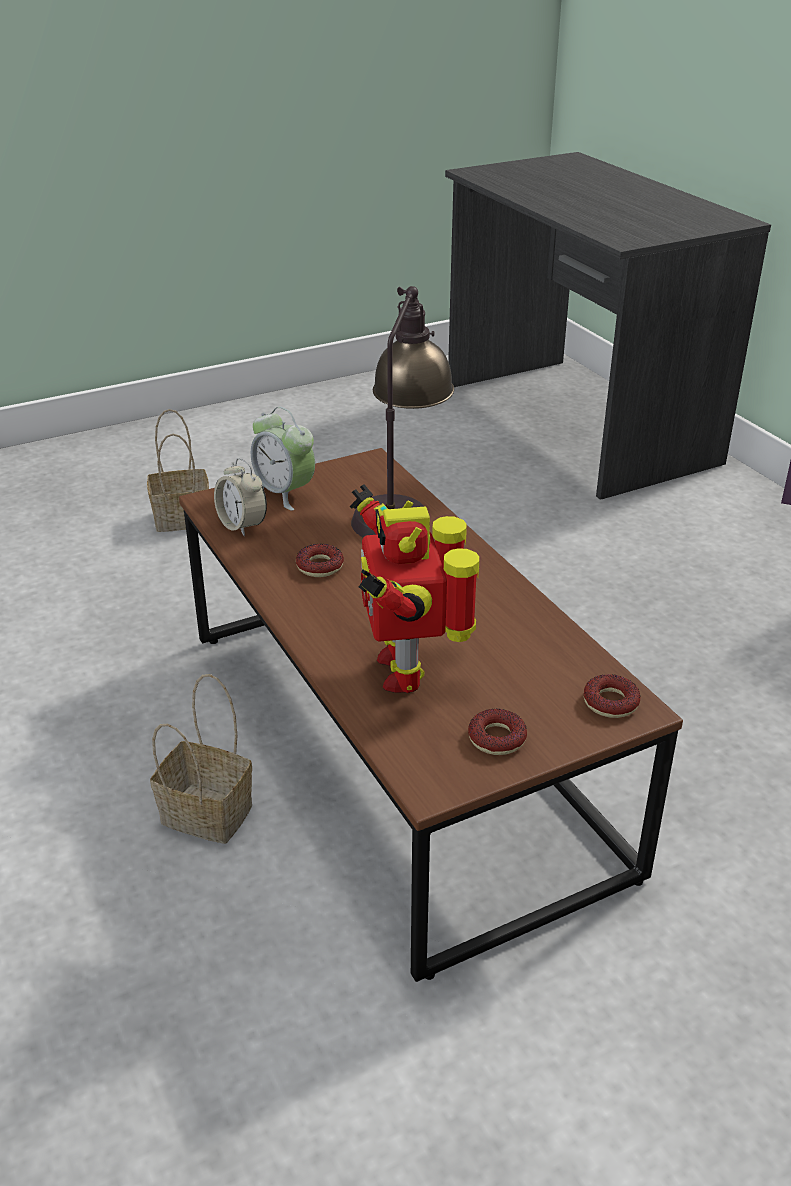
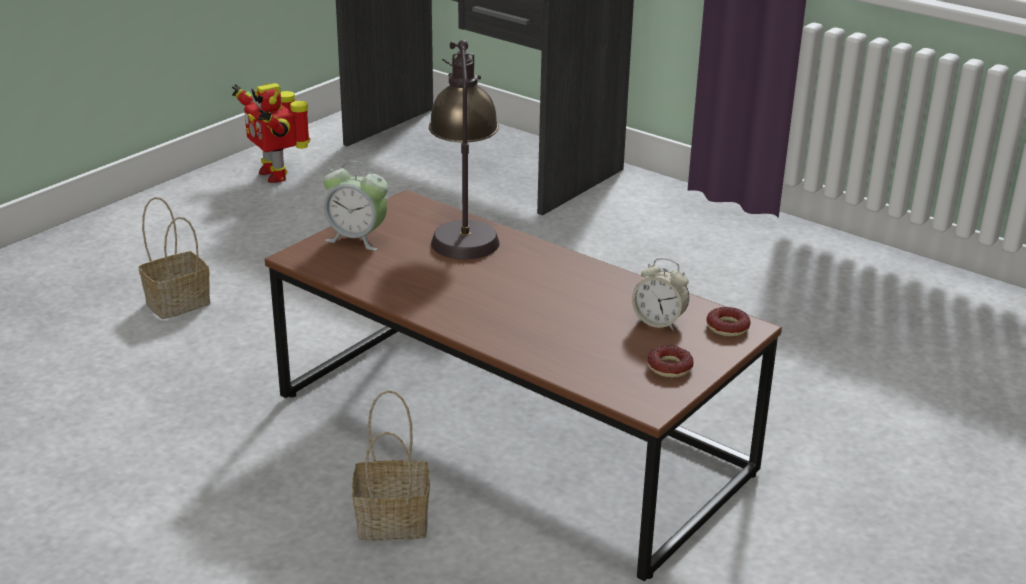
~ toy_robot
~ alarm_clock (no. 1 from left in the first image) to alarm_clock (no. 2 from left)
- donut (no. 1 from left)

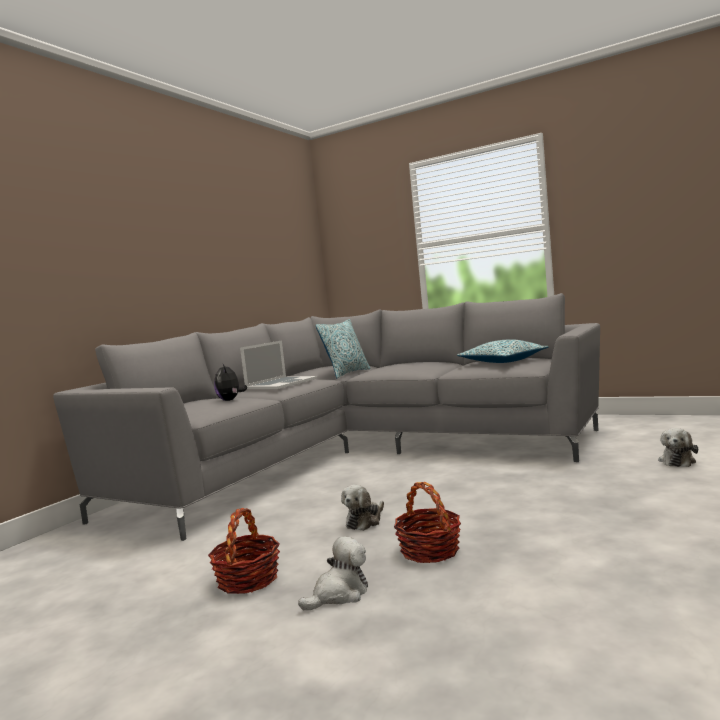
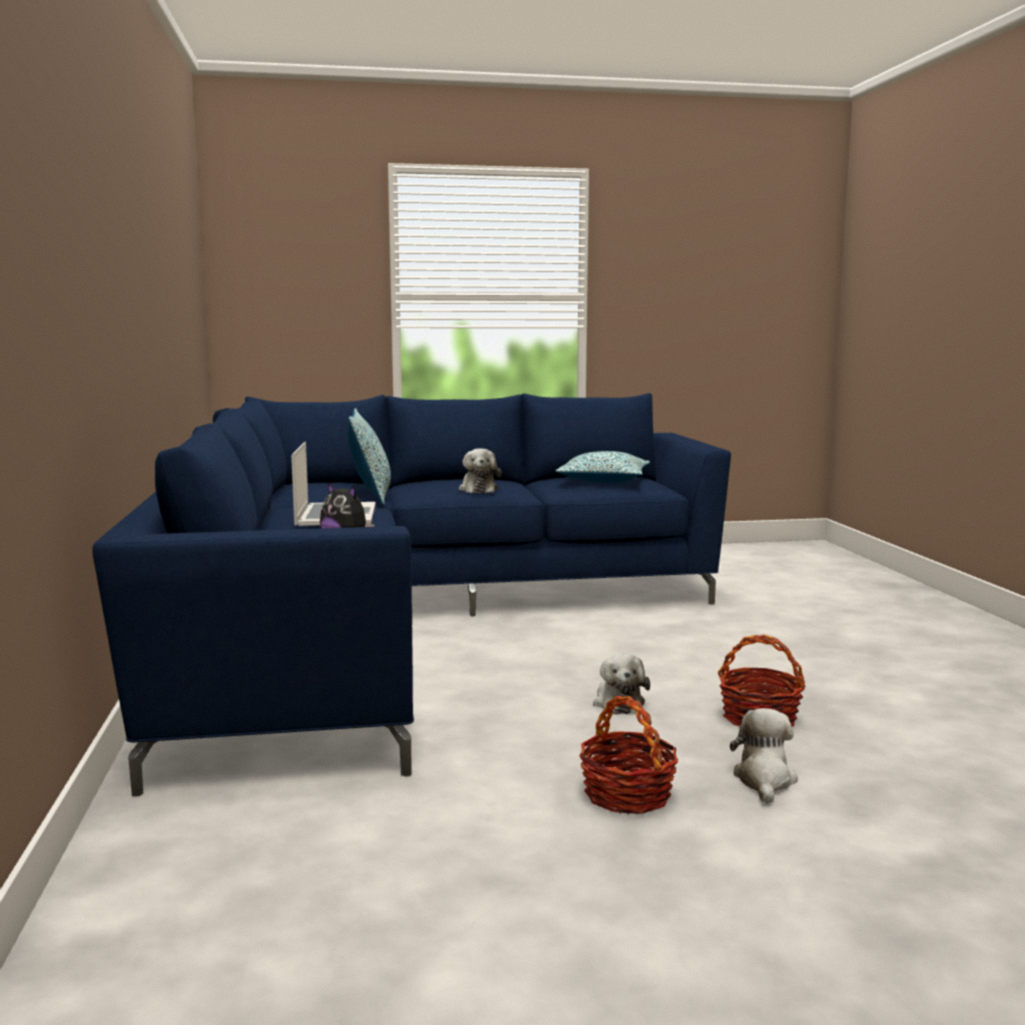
~ grey_sofa to blue_sofa
~ plush_toy (no. 4 from left in the first image) to plush_toy (no. 2 from left)

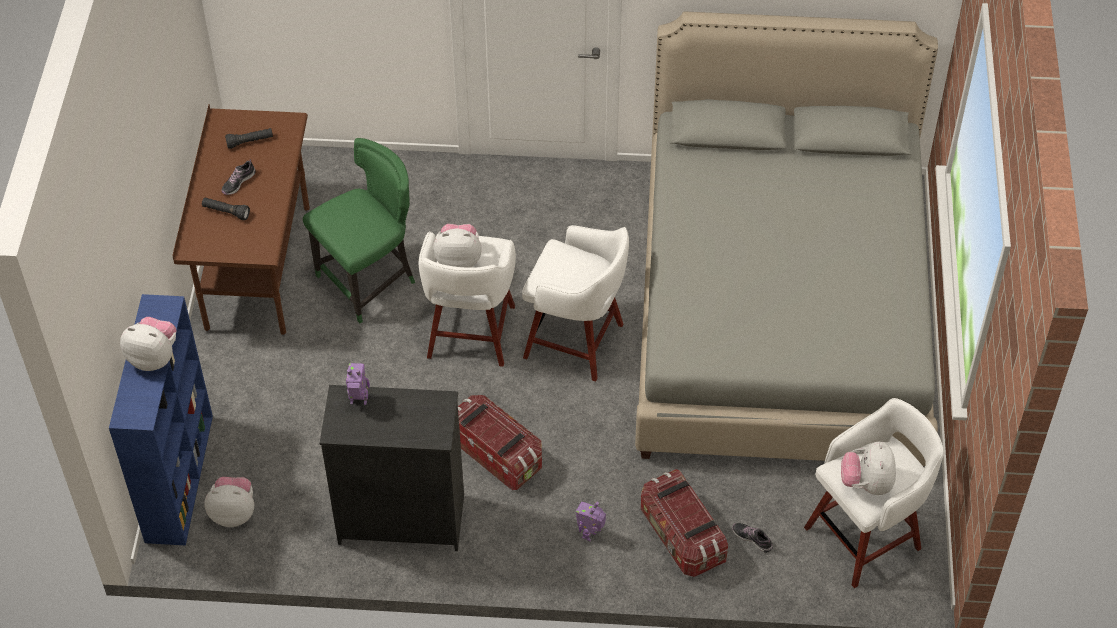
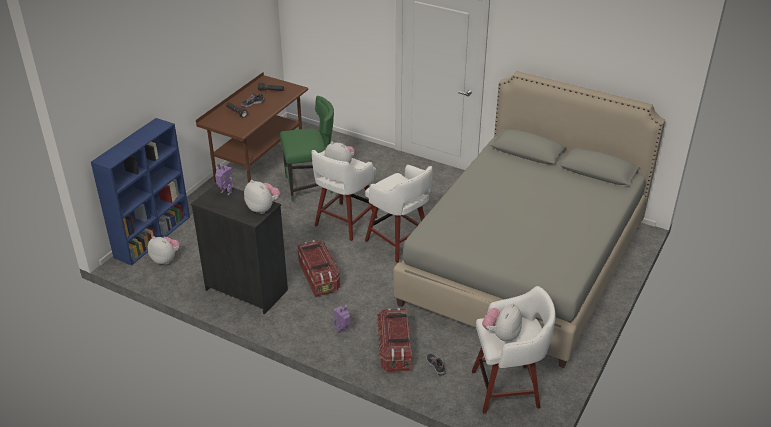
~ plush_toy (no. 1 from left in the first image) to plush_toy (no. 2 from left)

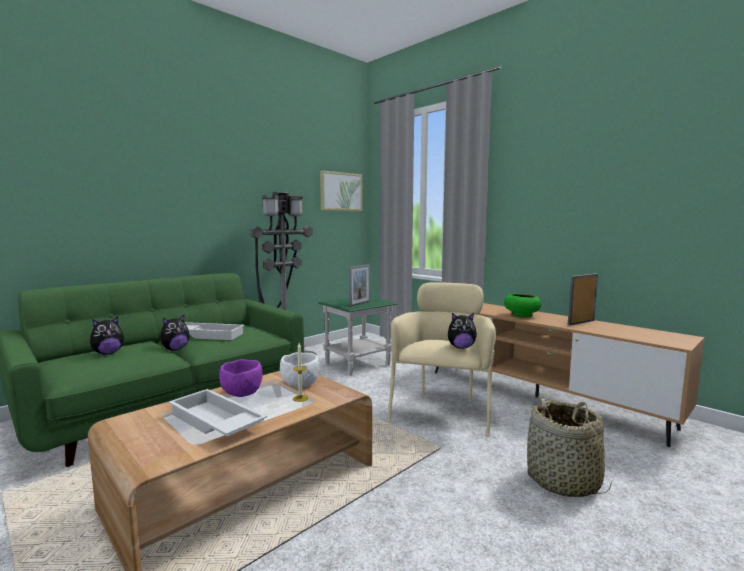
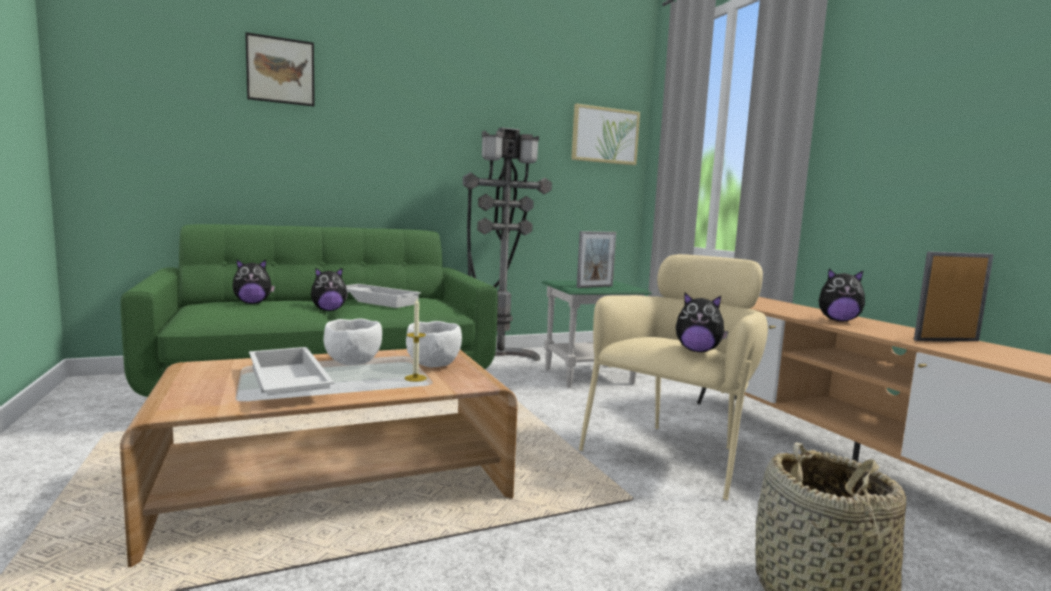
+ picture (no. 1 from left)
~ purple_bowl to white_bowl (no. 1 from left)
~ green_bowl to plush_toy (no. 4 from left)

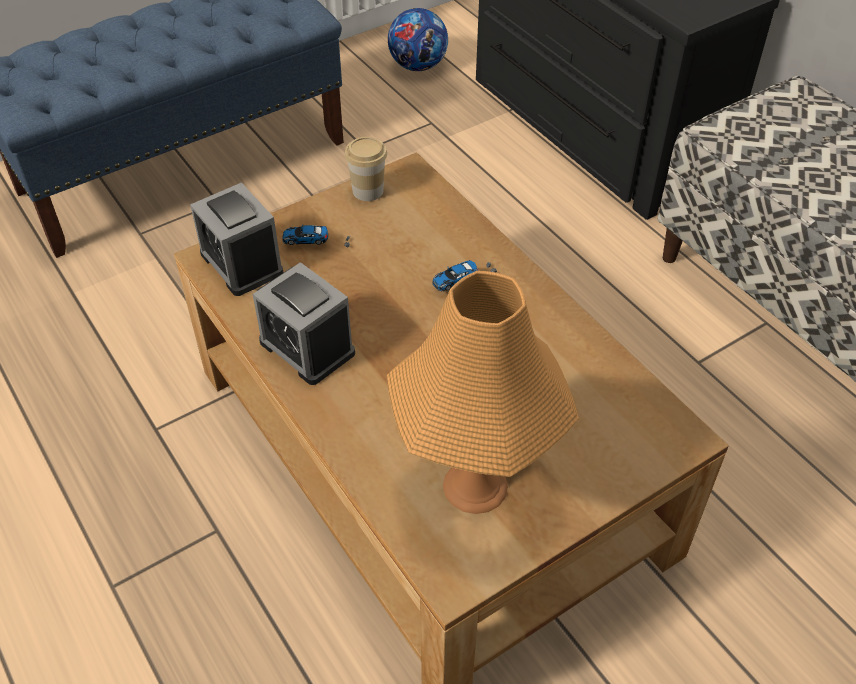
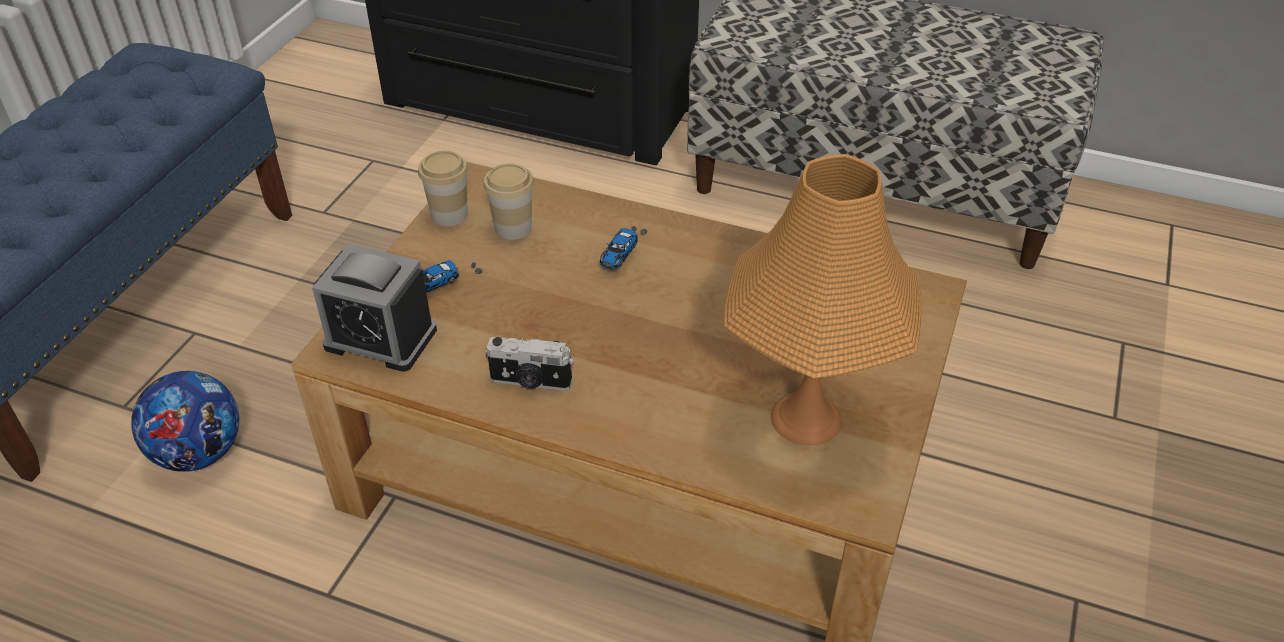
~ football
+ cup (no. 2 from left)
~ alarm_clock (no. 2 from left) to photo_camera

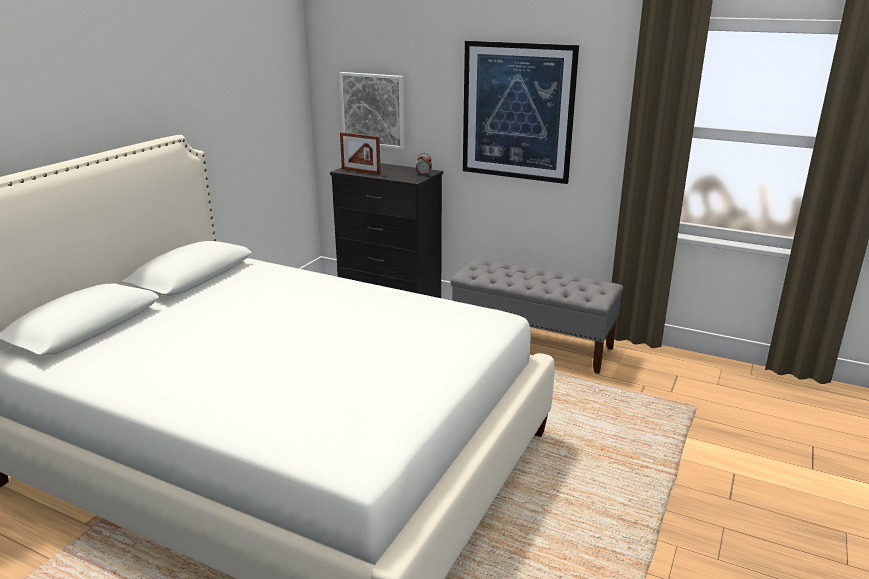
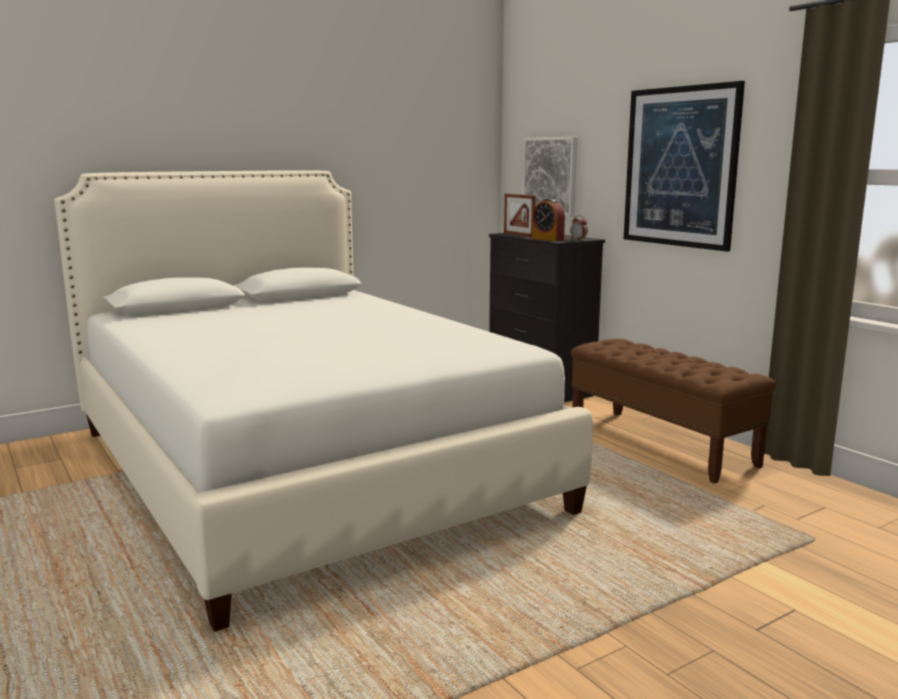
+ alarm_clock (no. 1 from left)
~ grey_bench to brown_bench

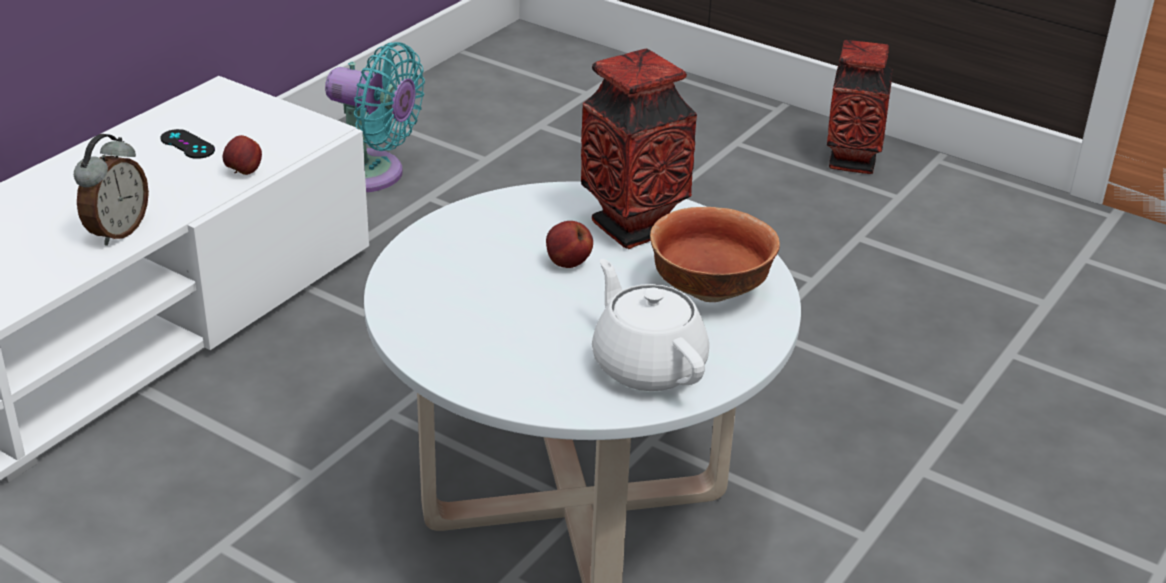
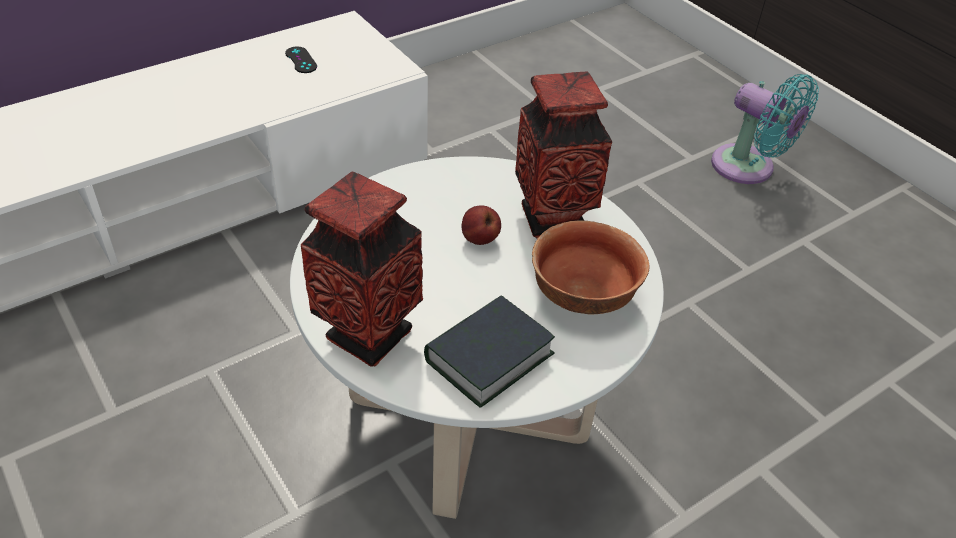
~ vase (no. 2 from left in the first image) to vase (no. 1 from left)
~ white_teapot to book
~ turquoise_fan
- alarm_clock
- apple (no. 1 from left)

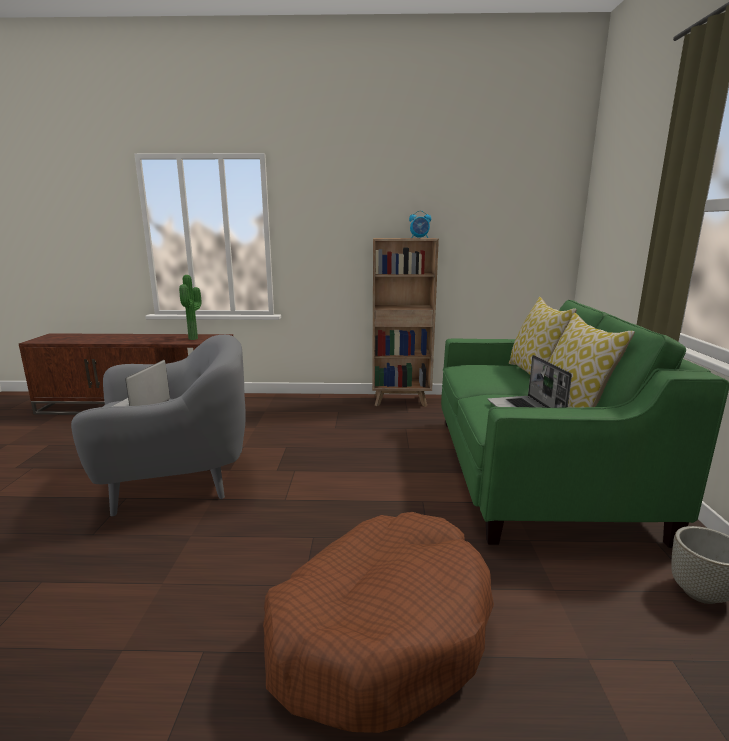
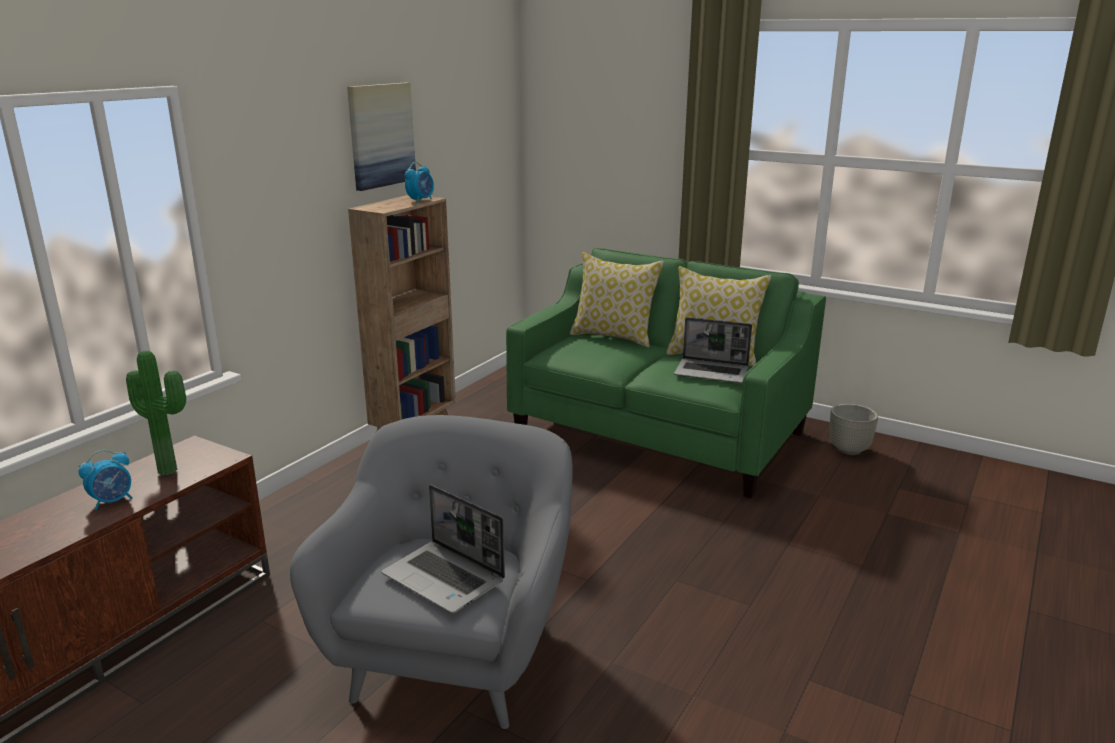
+ alarm_clock (no. 1 from left)
+ picture
- brown_dog_bed

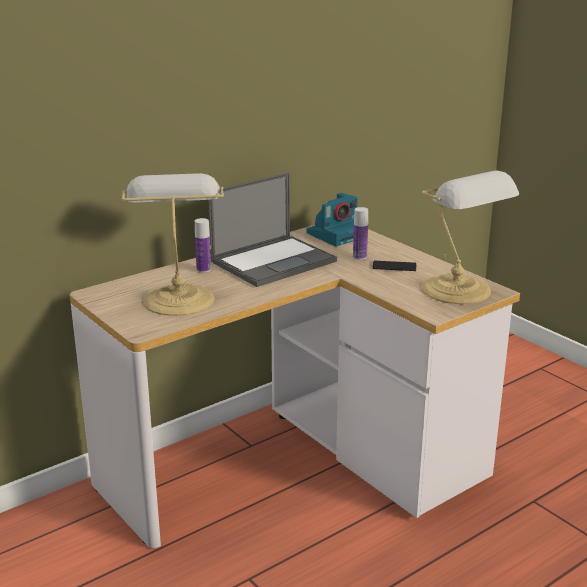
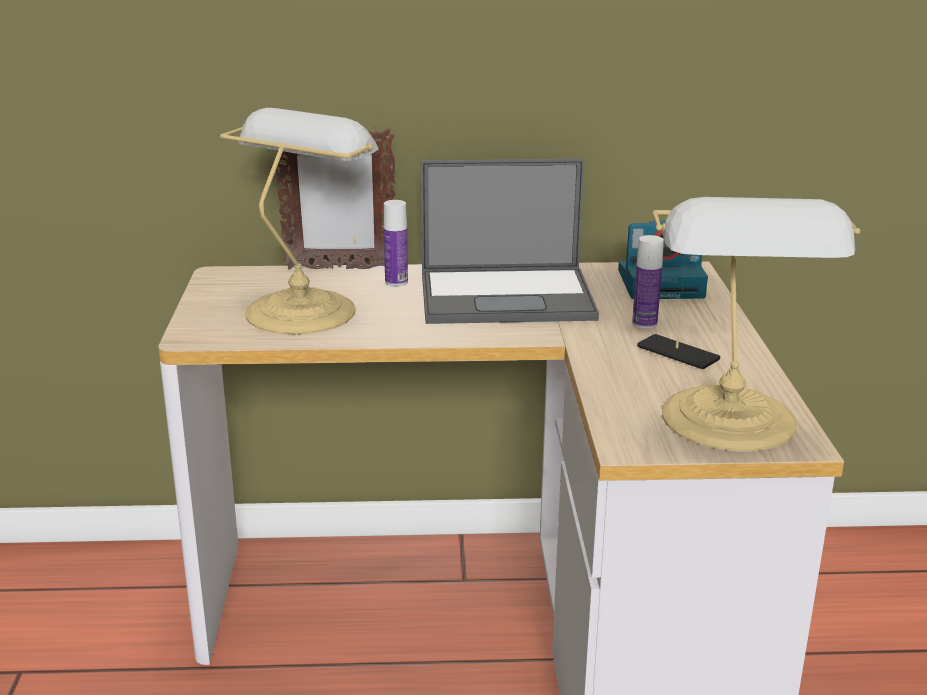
+ picture_frame

